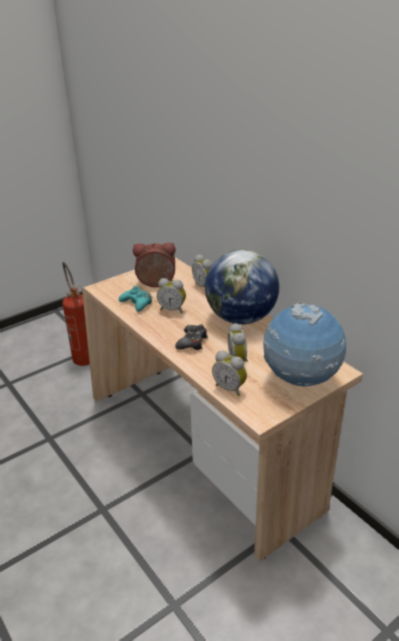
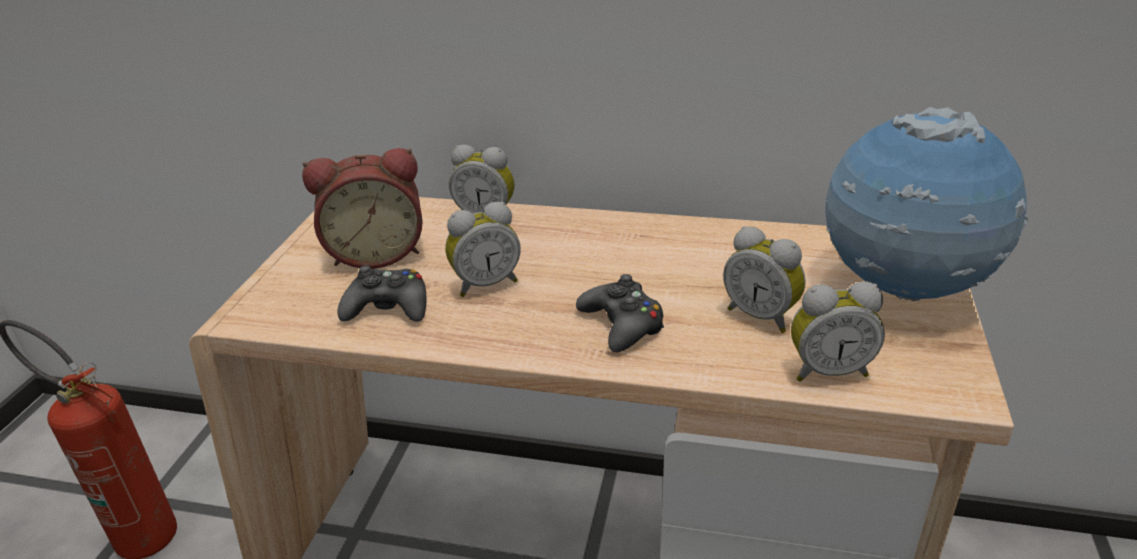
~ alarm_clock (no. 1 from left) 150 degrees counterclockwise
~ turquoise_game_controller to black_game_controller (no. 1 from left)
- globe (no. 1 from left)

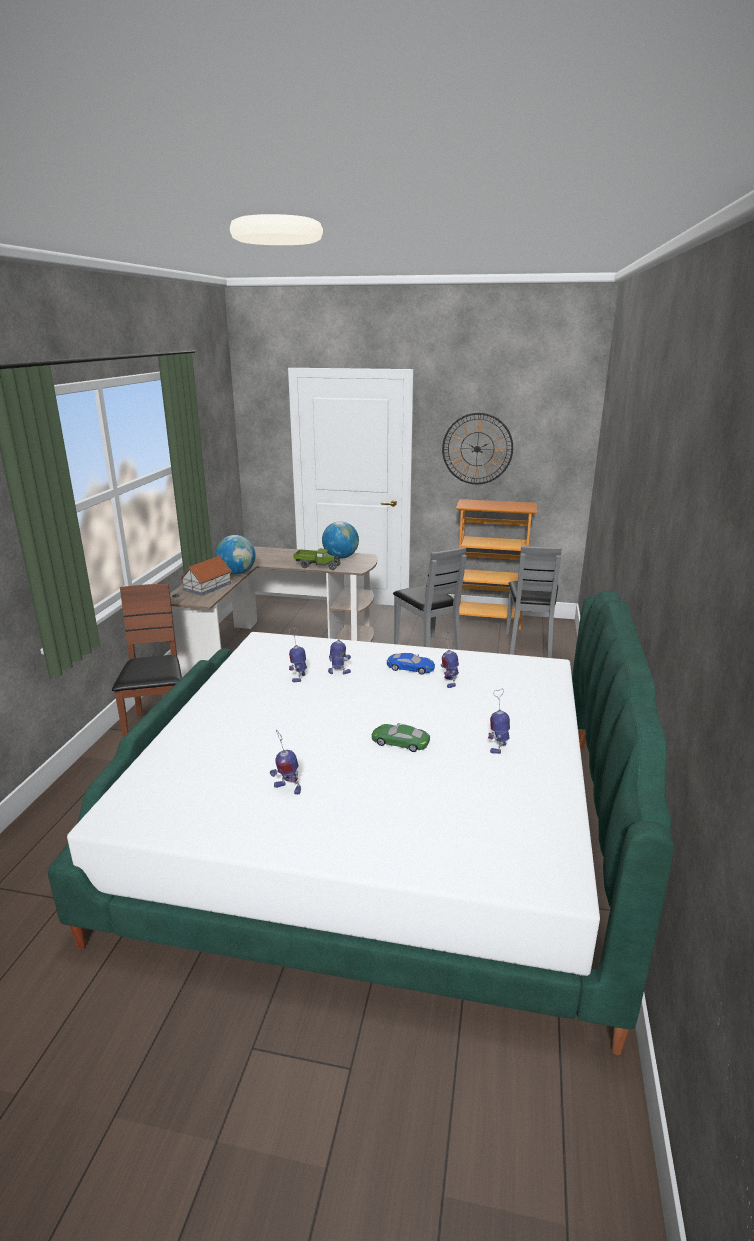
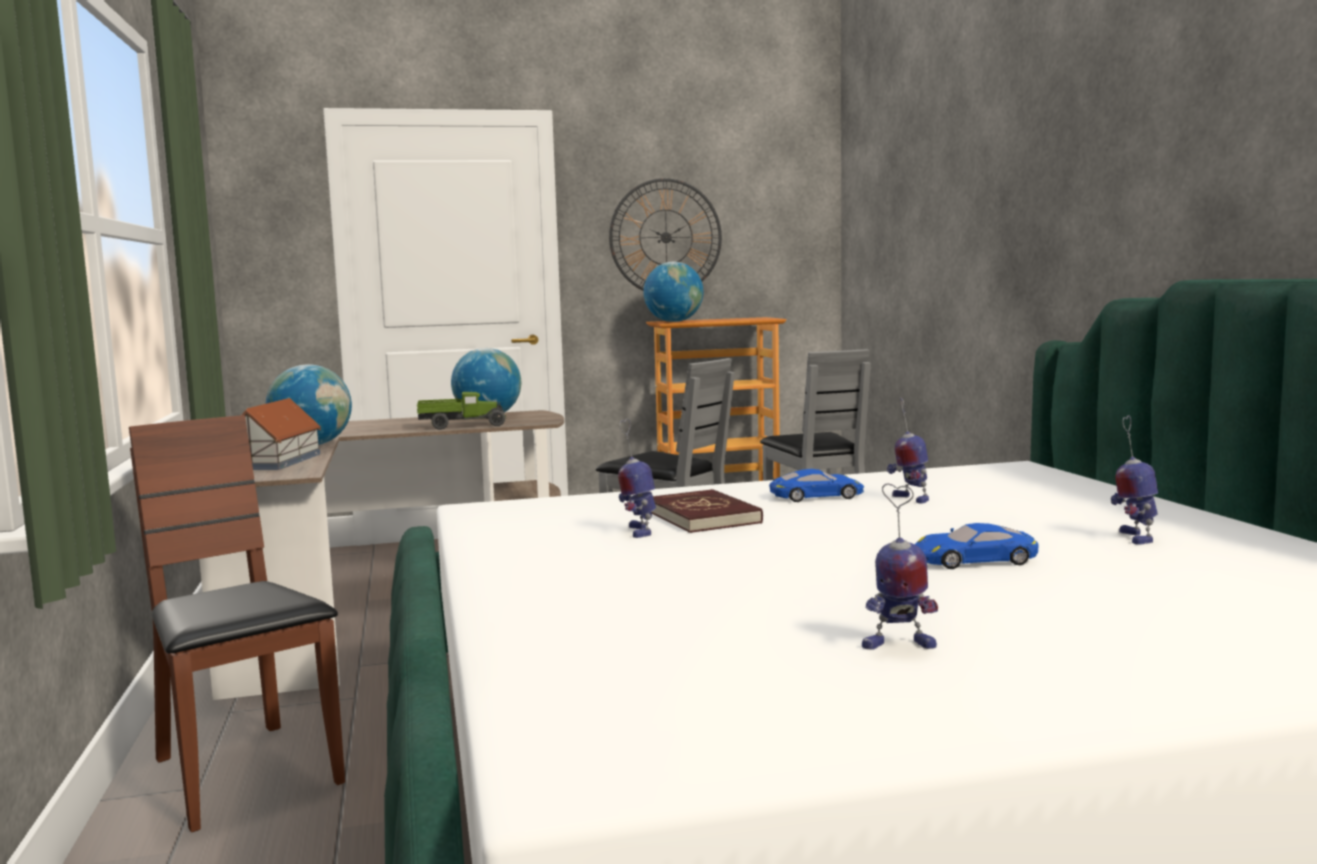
+ globe (no. 3 from left)
~ toy_robot (no. 3 from left) to red_book
~ green_toy_car to blue_toy_car (no. 2 from left)

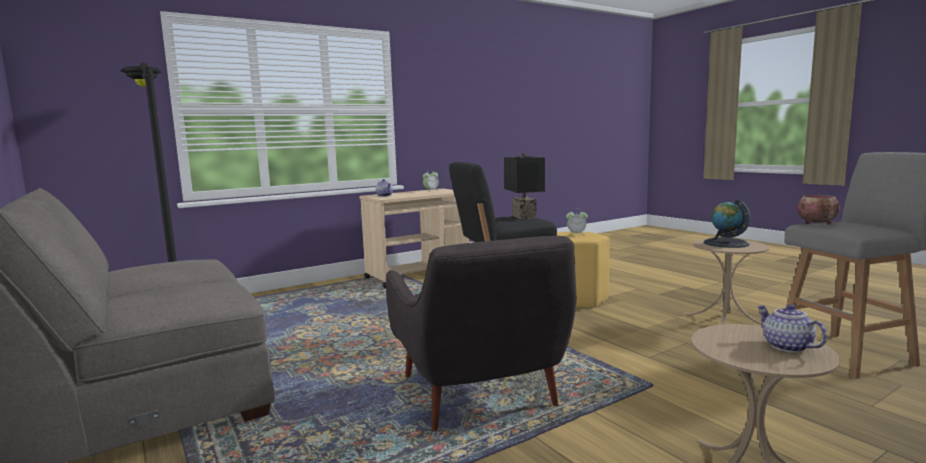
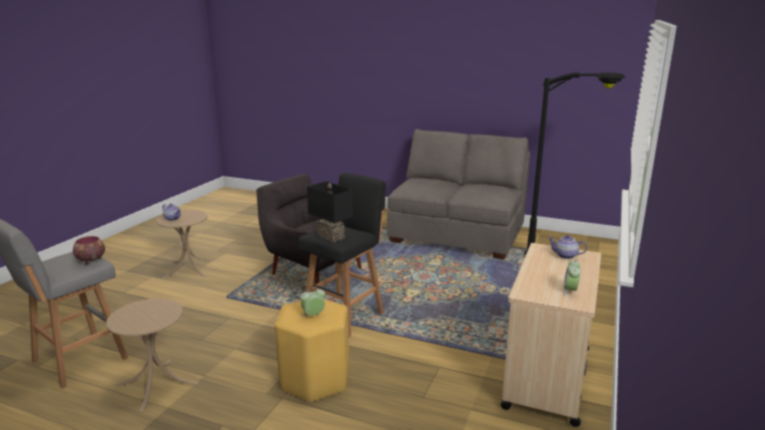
- globe

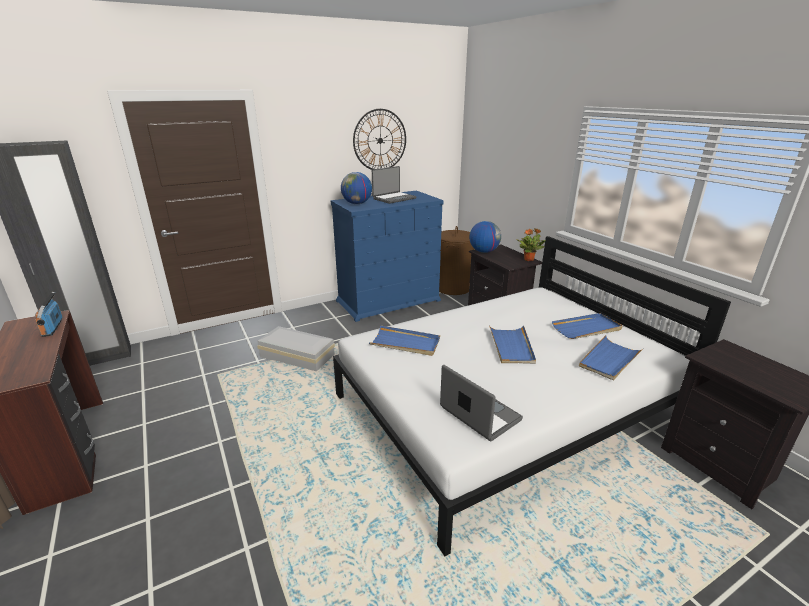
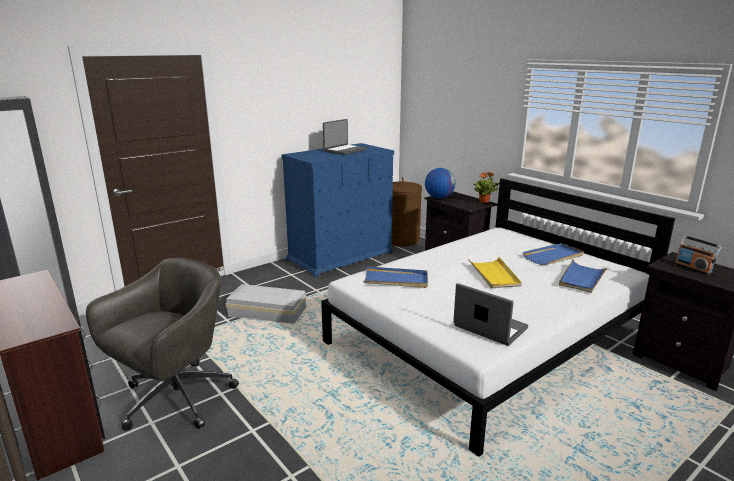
+ grey_office_chair
~ blue_tray (no. 2 from left) to yellow_tray
~ radio
- globe (no. 1 from left)
- wall_clock

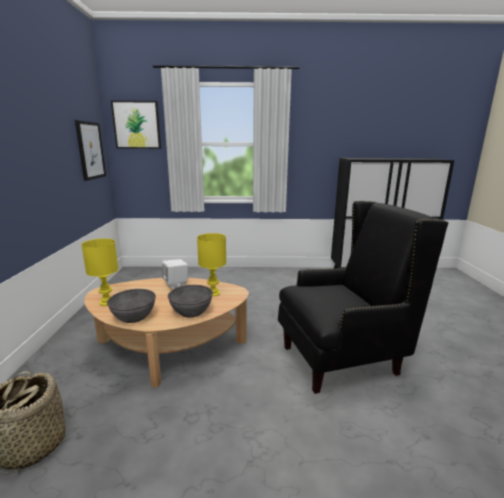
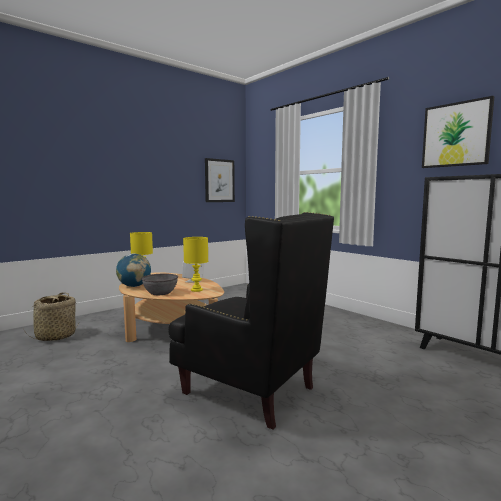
~ grey_bowl (no. 1 from left) to globe
~ picture (no. 2 from left)

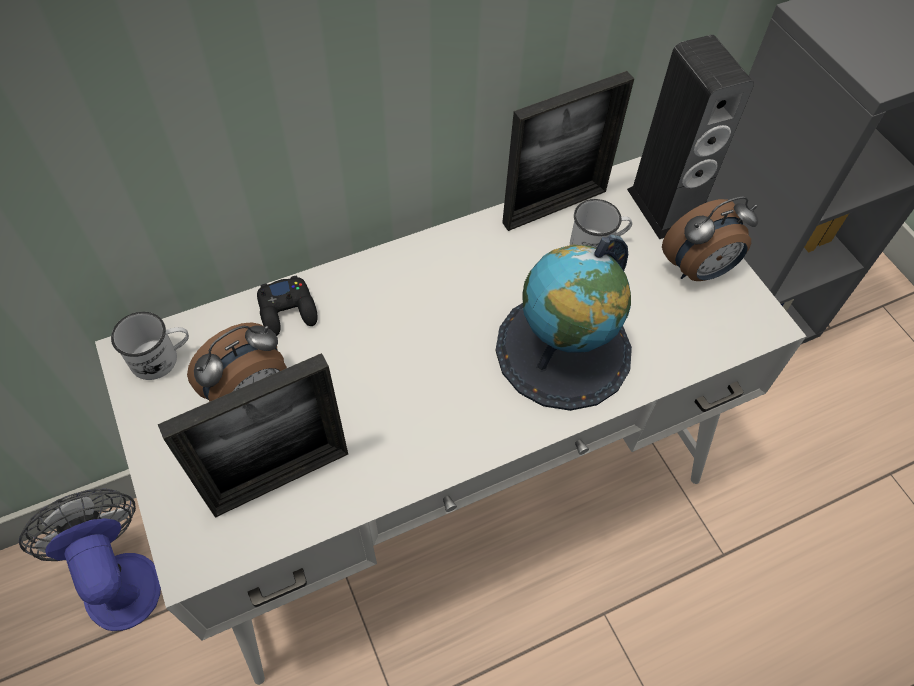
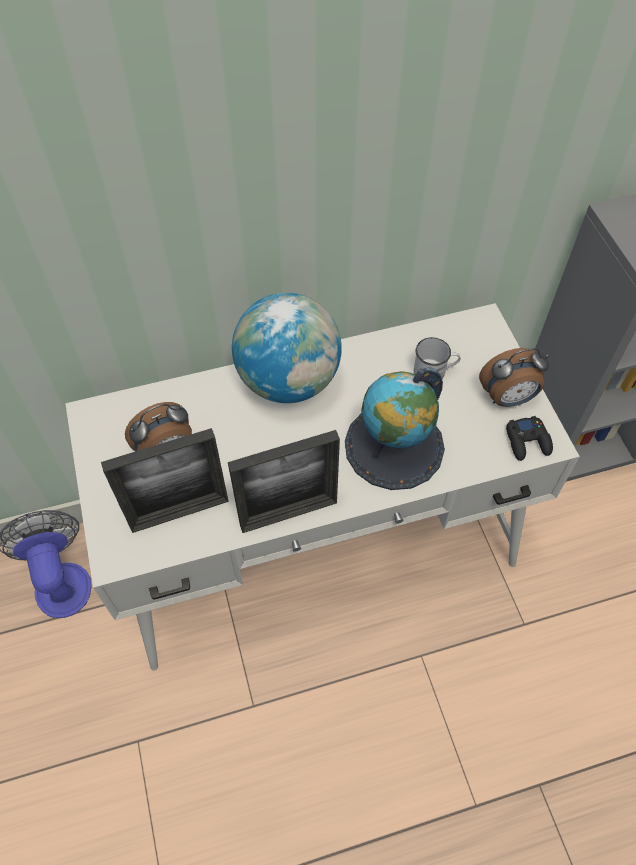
~ picture_frame (no. 2 from left)
+ globe (no. 1 from left)
~ black_game_controller
- white_mug (no. 1 from left)
- speaker

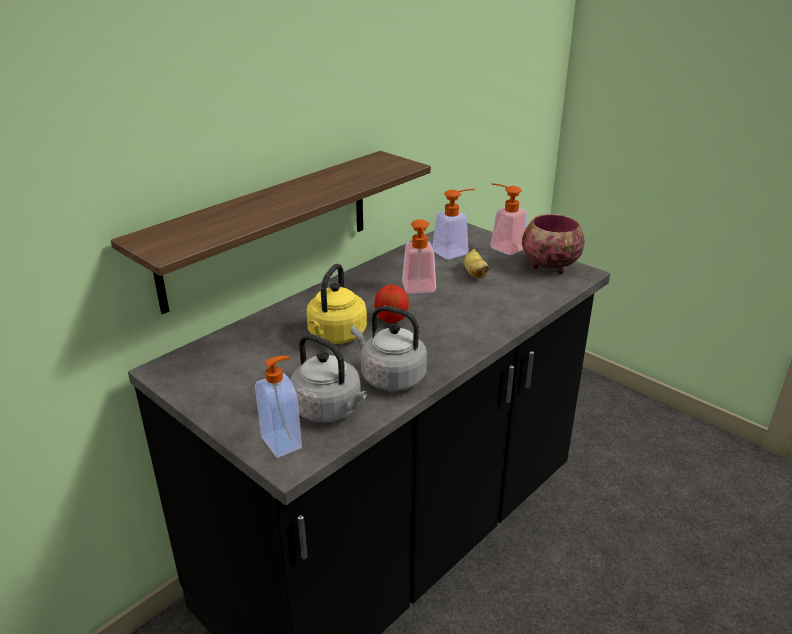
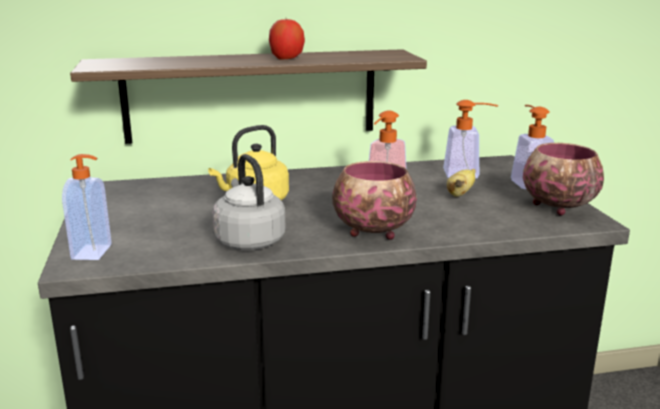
~ apple
+ bowl (no. 1 from left)
- grey_kettle (no. 1 from left)

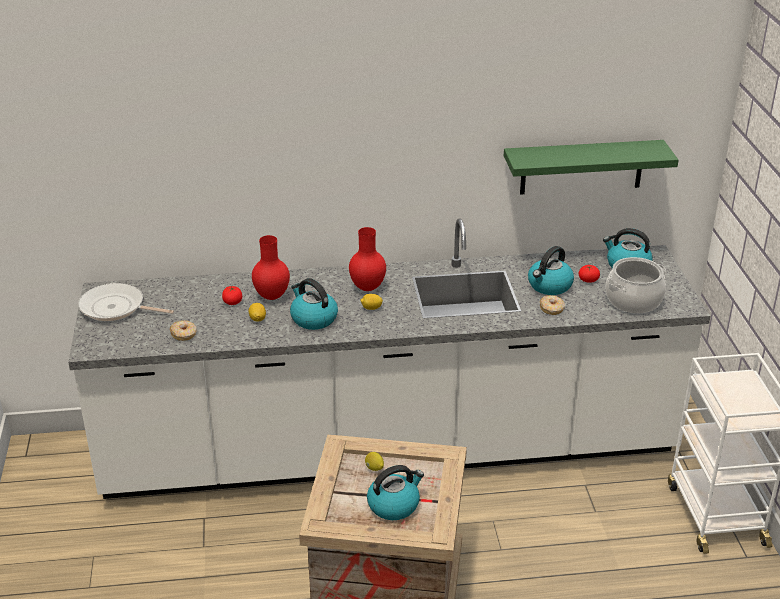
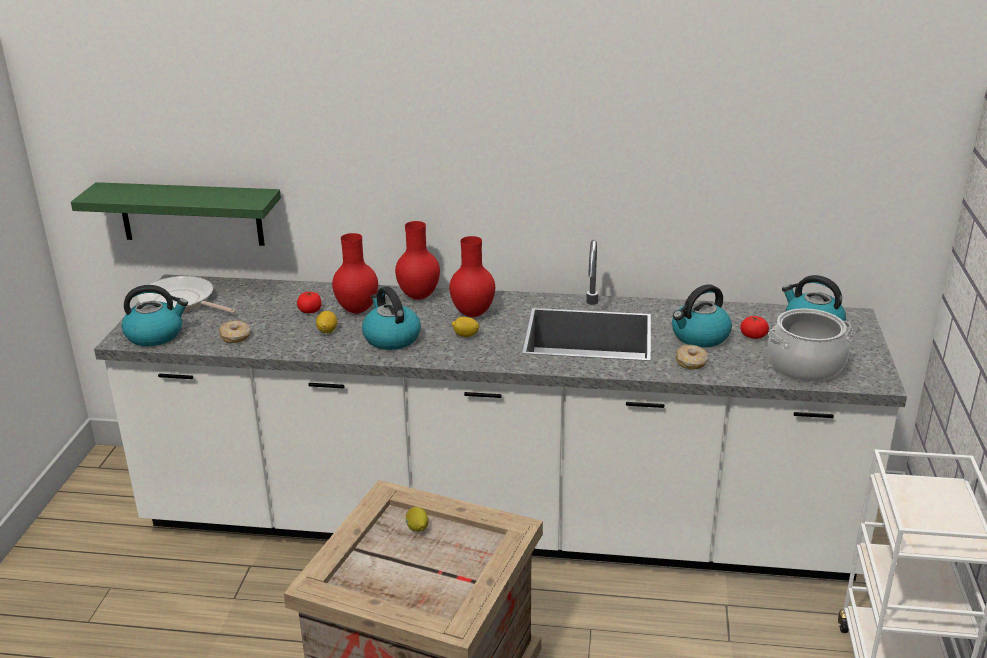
~ green_shelf
~ kettle (no. 2 from left in the first image) to kettle (no. 1 from left)
+ red_vase (no. 2 from left)

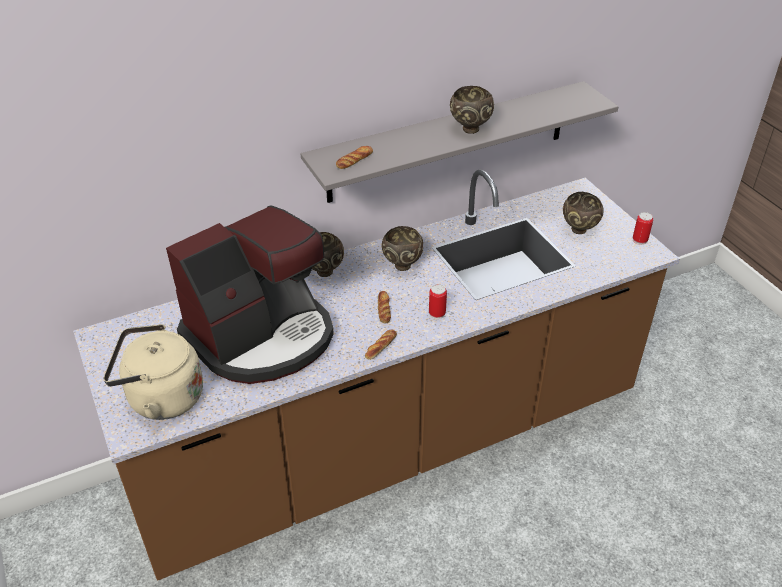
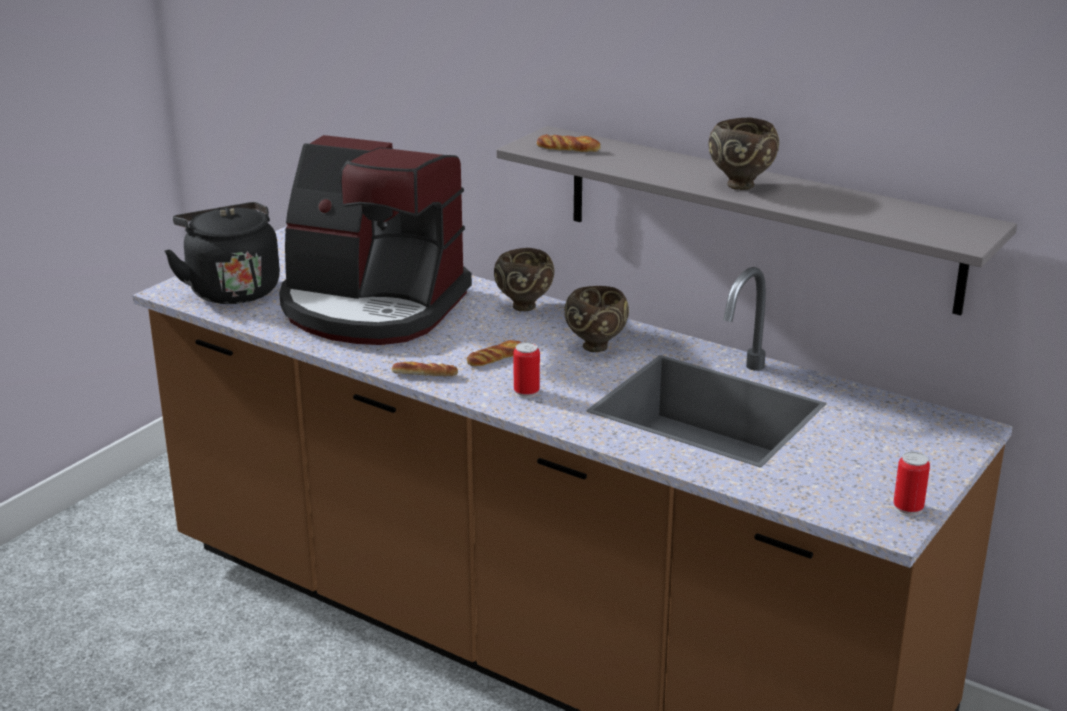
~ beige_kettle to black_kettle
- brown_bowl (no. 4 from left)

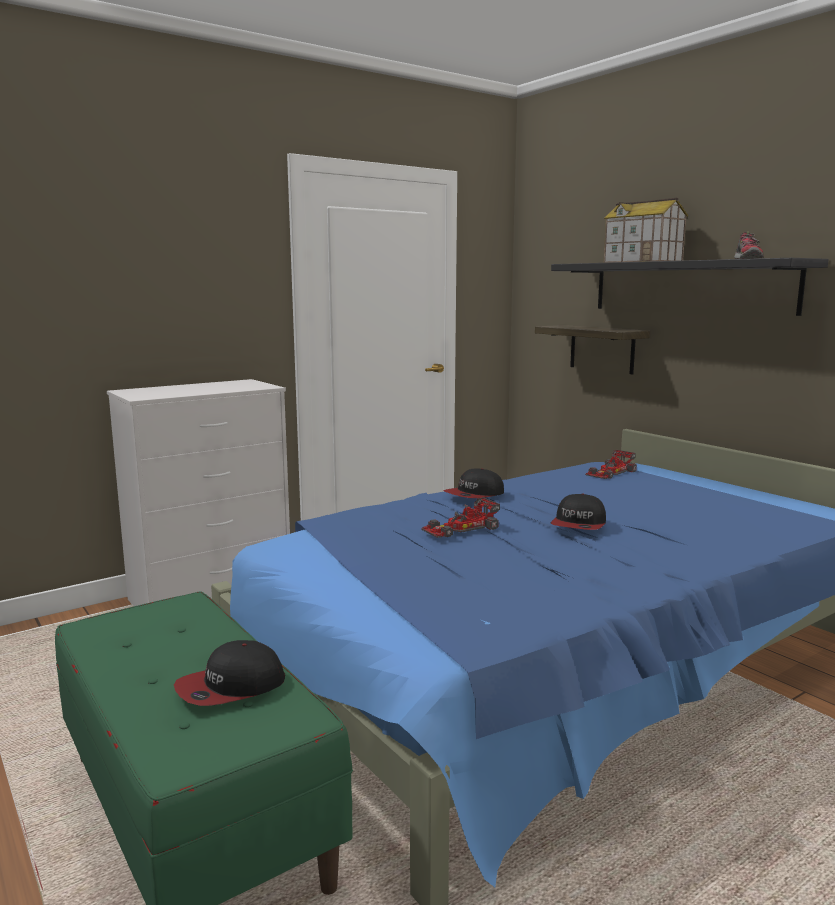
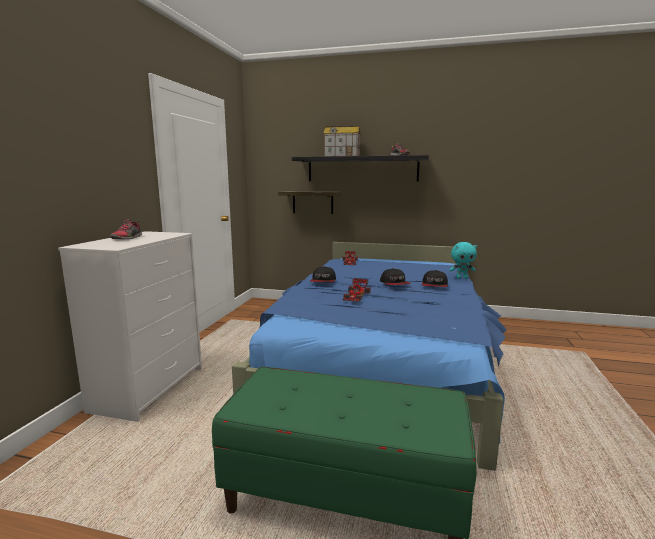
+ shoe (no. 1 from left)
~ cap (no. 1 from left in the first image) to cap (no. 3 from left)
+ turquoise_plush_toy

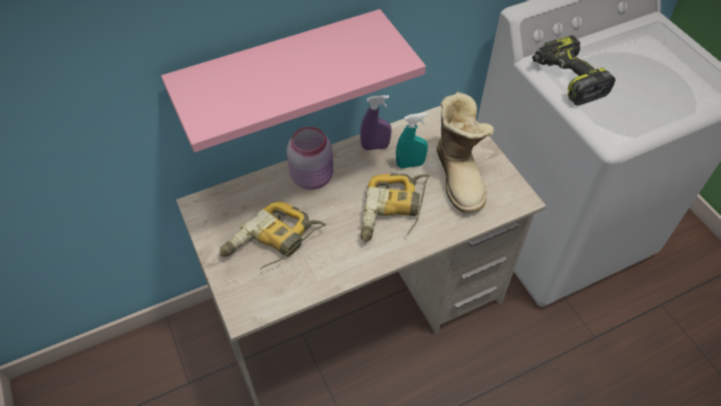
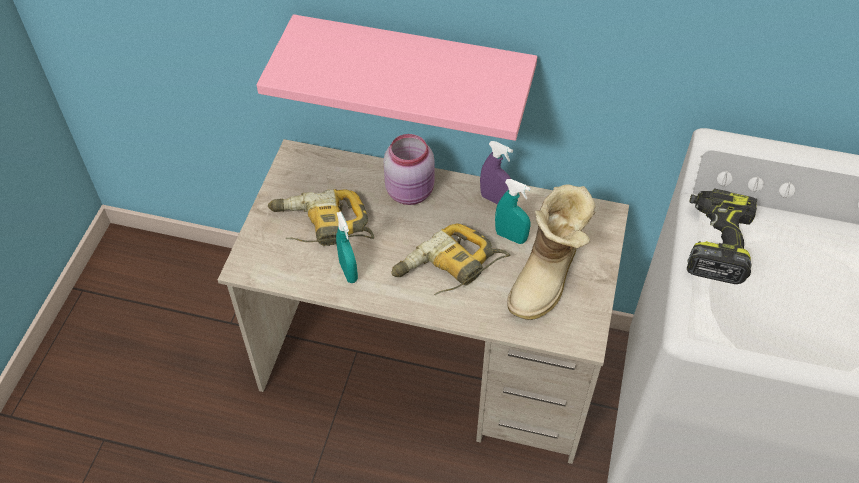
+ turquoise_spray_bottle (no. 1 from left)

